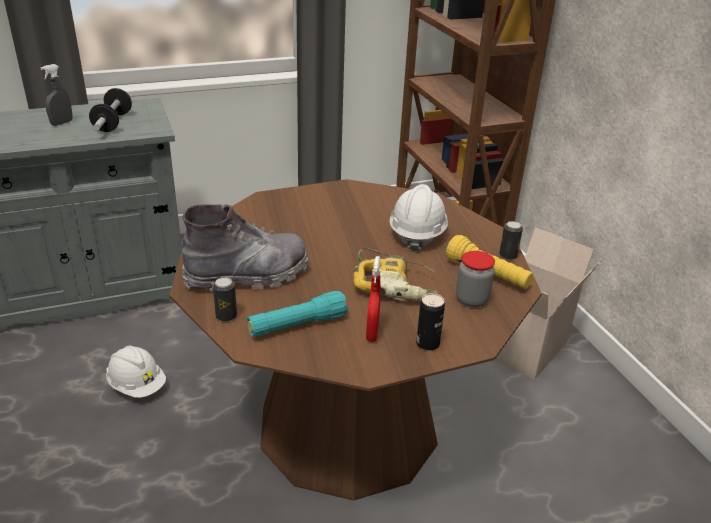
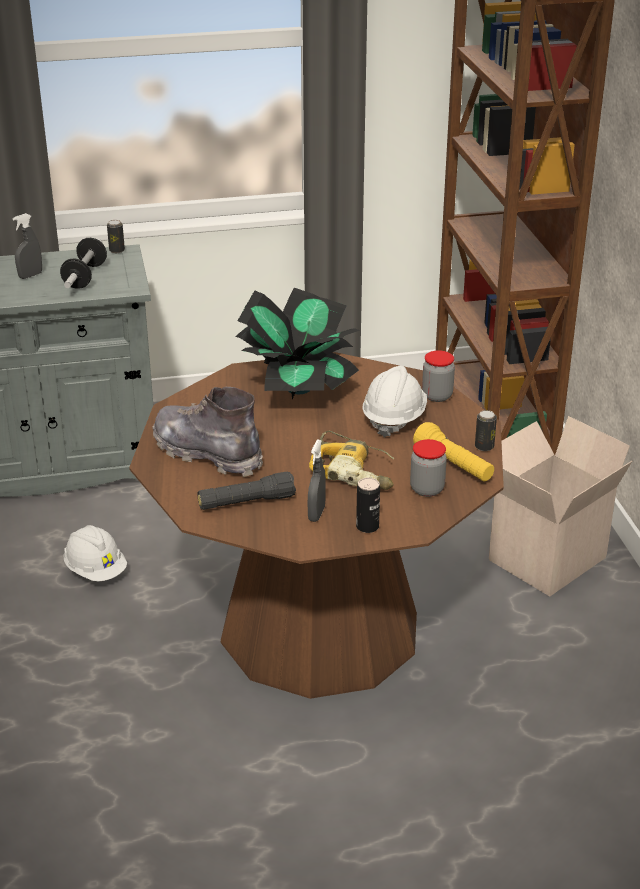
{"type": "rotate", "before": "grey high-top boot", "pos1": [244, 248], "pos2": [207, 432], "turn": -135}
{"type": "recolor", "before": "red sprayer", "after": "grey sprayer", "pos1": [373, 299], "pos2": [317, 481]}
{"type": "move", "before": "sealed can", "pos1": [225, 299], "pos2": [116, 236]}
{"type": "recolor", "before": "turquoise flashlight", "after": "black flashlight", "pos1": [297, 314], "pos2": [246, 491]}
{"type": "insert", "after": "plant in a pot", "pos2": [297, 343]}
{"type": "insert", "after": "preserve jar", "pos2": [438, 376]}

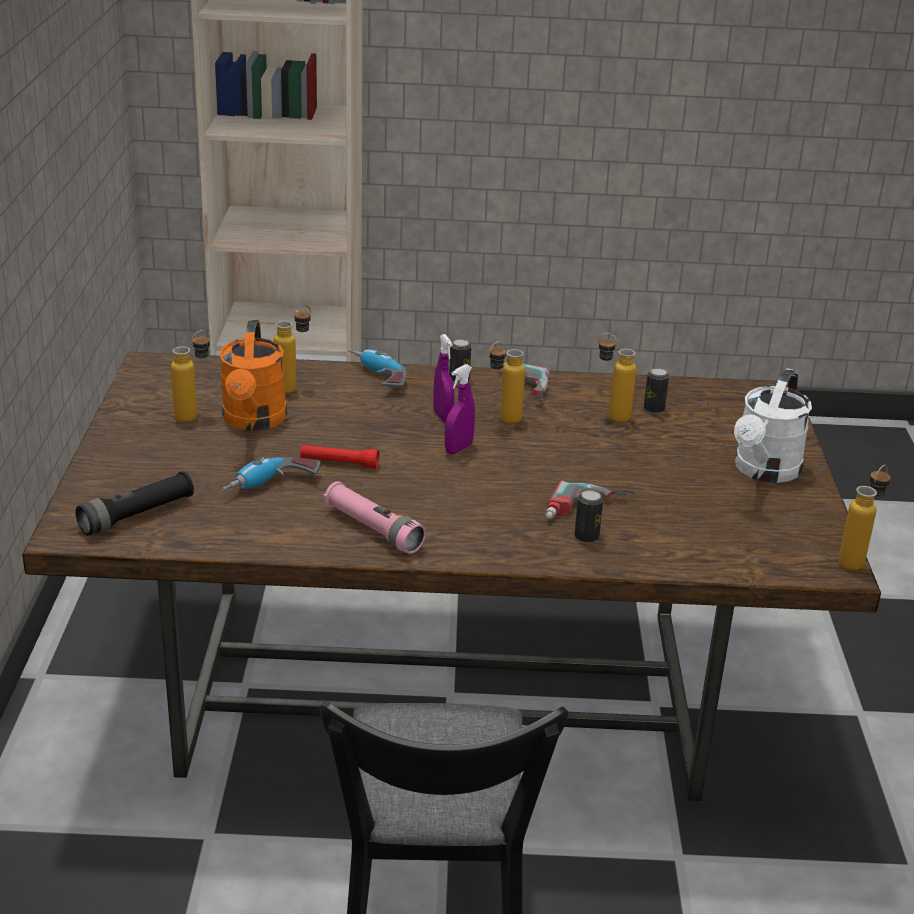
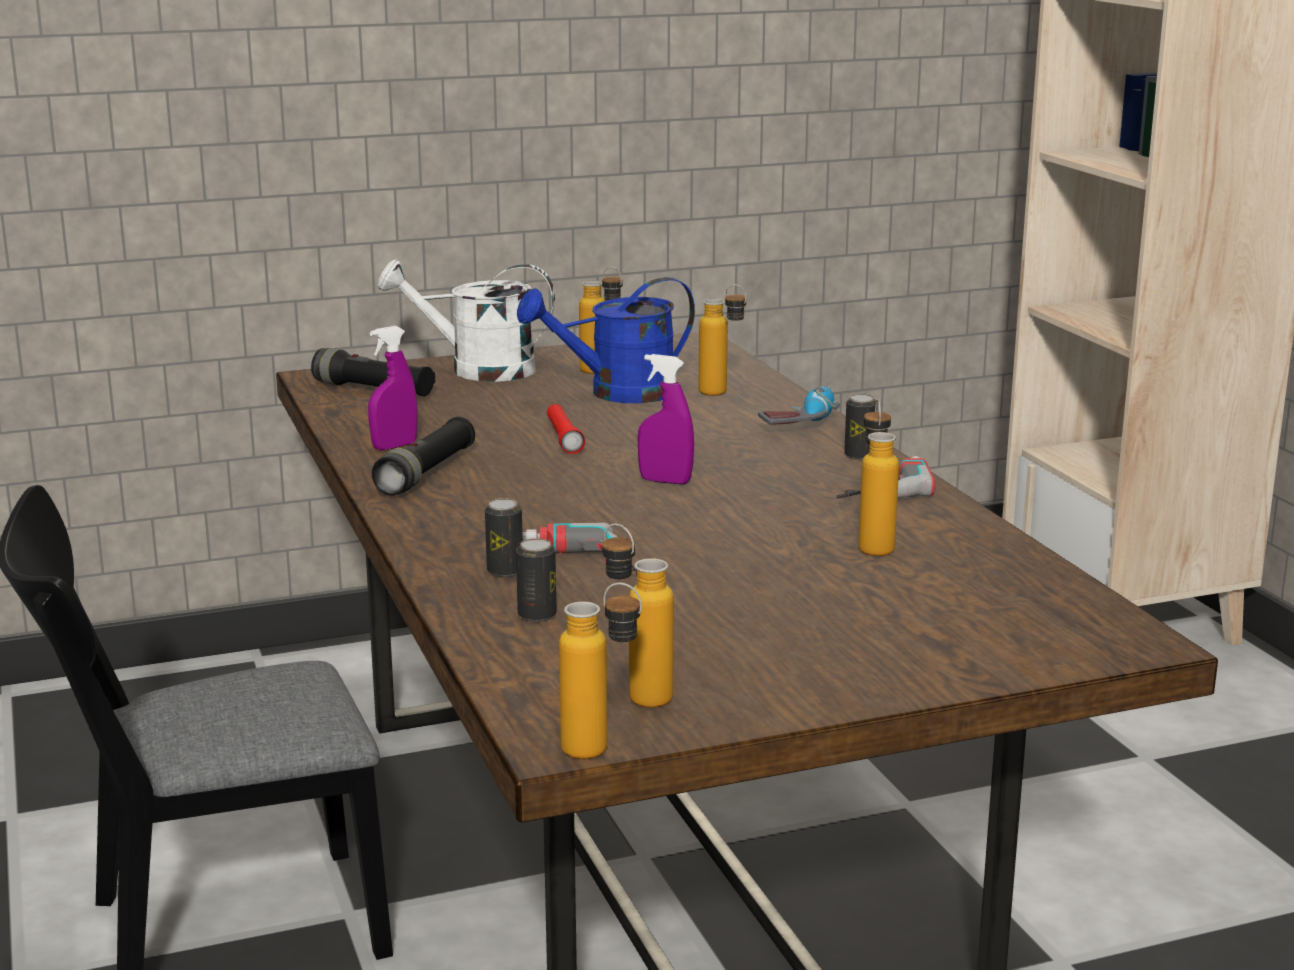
{"type": "recolor", "before": "orange-coloured sprinkling can", "after": "bluish sprinkling can", "pos1": [253, 375], "pos2": [606, 340]}
{"type": "move", "before": "purple-coloured sprayer", "pos1": [443, 378], "pos2": [392, 388]}
{"type": "move", "before": "bottle", "pos1": [507, 382], "pos2": [638, 616]}
{"type": "move", "before": "sealed can", "pos1": [656, 391], "pos2": [536, 580]}
{"type": "move", "before": "white-coloured sprinkling can", "pos1": [773, 425], "pos2": [466, 320]}
{"type": "delete", "before": "power drill", "pos1": [271, 474]}
{"type": "recolor", "before": "pinkish flashlight", "after": "black flashlight", "pos1": [374, 517], "pos2": [423, 456]}

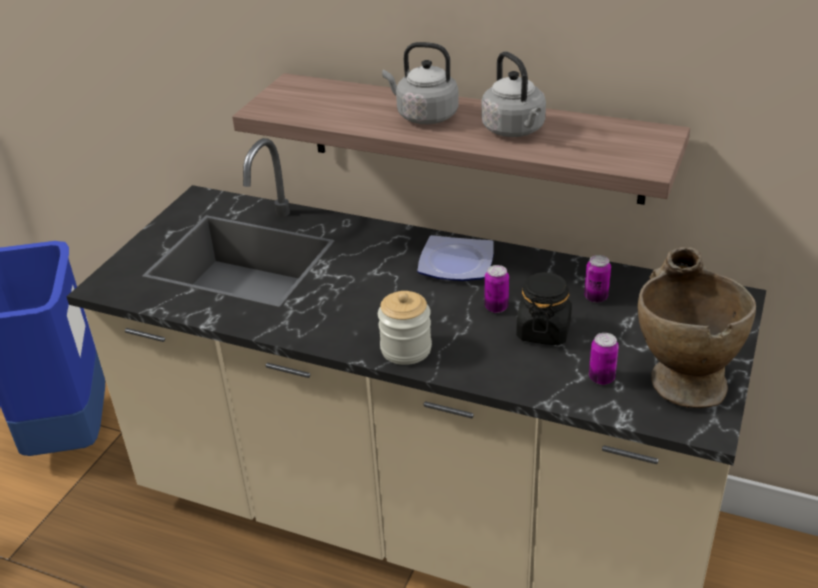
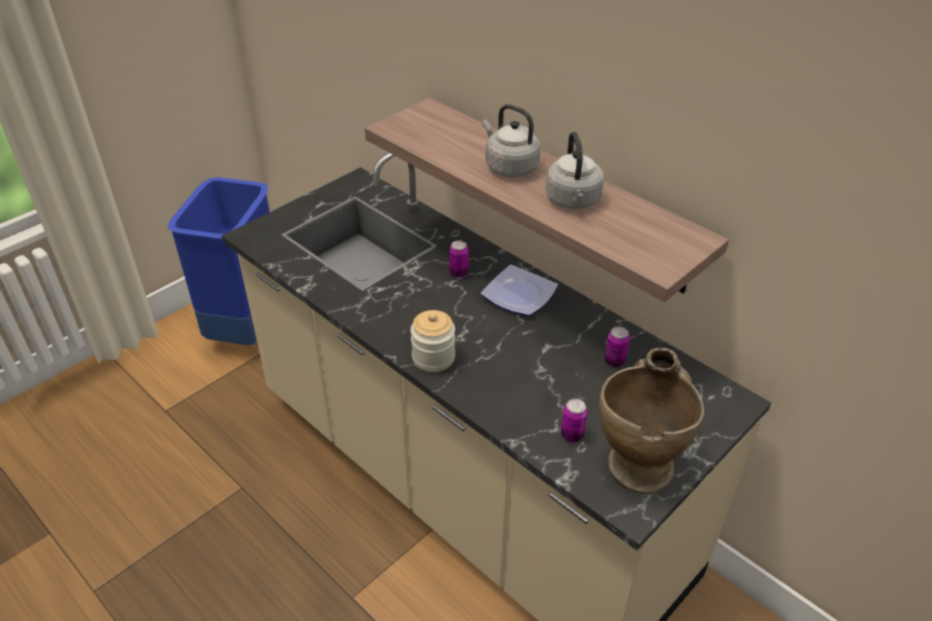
{"type": "move", "before": "sealed can", "pos1": [497, 289], "pos2": [459, 259]}
{"type": "delete", "before": "black preserve jar", "pos1": [544, 308]}

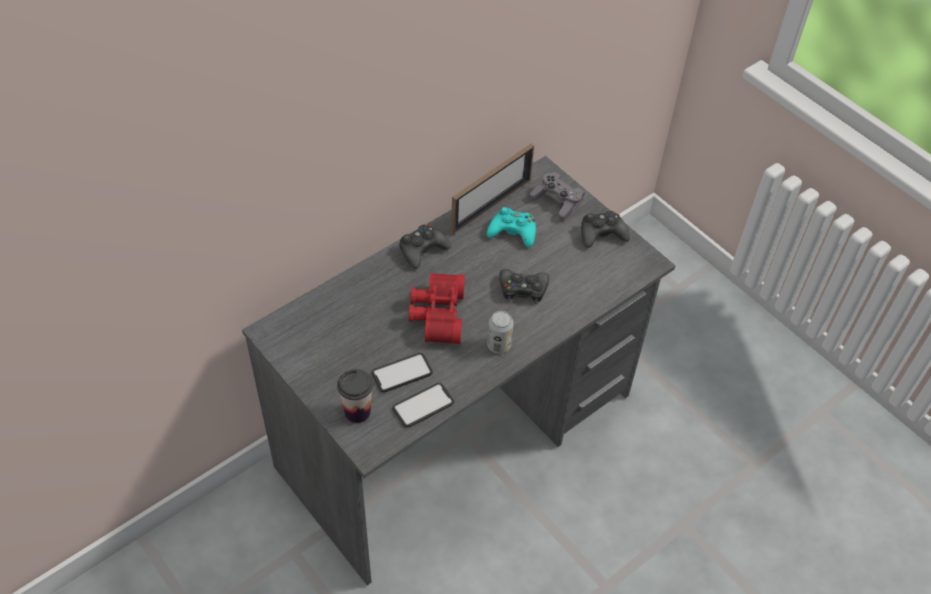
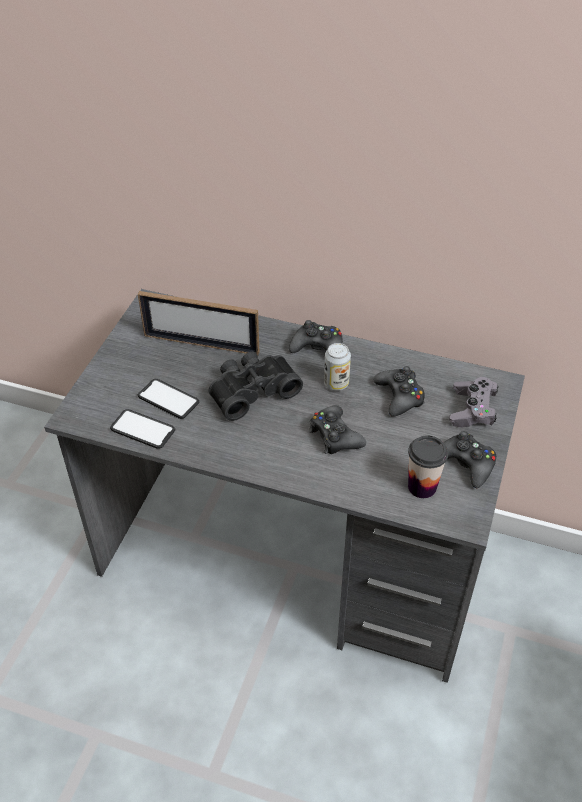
{"type": "move", "before": "standing frame", "pos1": [492, 189], "pos2": [198, 323]}
{"type": "recolor", "before": "turquoise gamepad", "after": "black gamepad", "pos1": [511, 227], "pos2": [399, 391]}
{"type": "recolor", "before": "red field glasses", "after": "black field glasses", "pos1": [437, 308], "pos2": [255, 386]}
{"type": "move", "before": "sealed can", "pos1": [500, 332], "pos2": [337, 367]}
{"type": "move", "before": "small cup", "pos1": [355, 396], "pos2": [428, 466]}

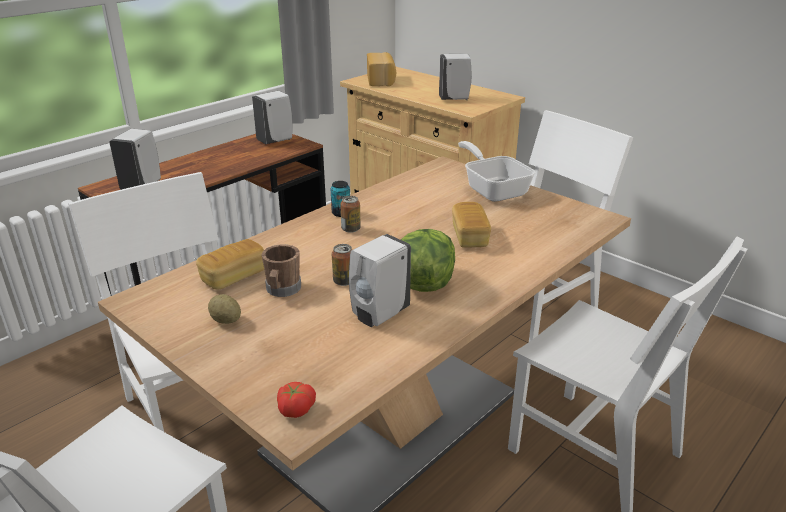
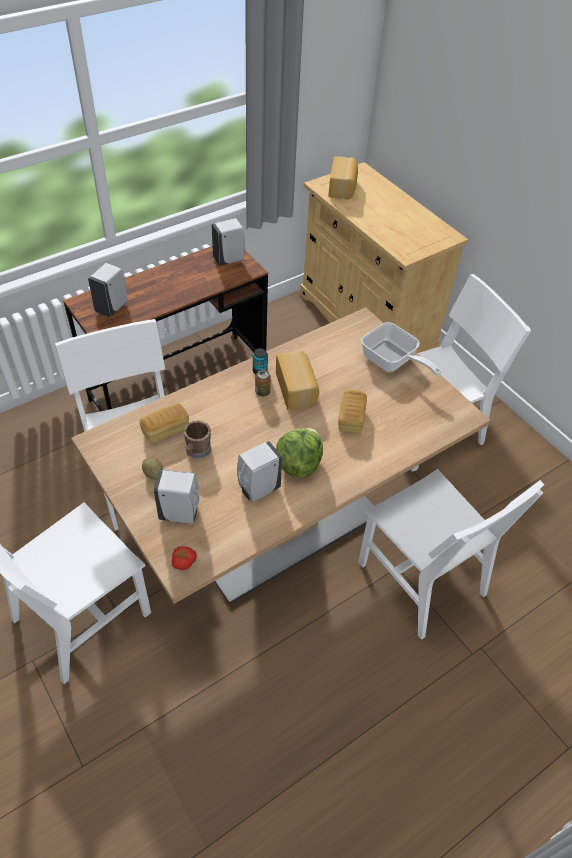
{"type": "move", "before": "white-coloured soap dispenser", "pos1": [455, 76], "pos2": [176, 497]}
{"type": "rotate", "before": "skillet", "pos1": [497, 171], "pos2": [401, 349], "turn": 150}
{"type": "delete", "before": "sealed can", "pos1": [342, 265]}
{"type": "insert", "after": "baked bread", "pos2": [297, 380]}

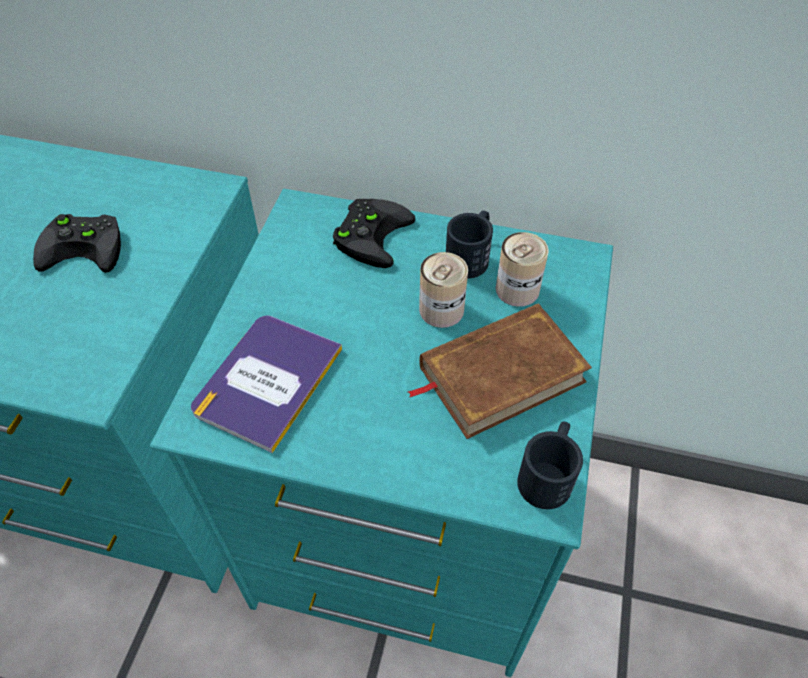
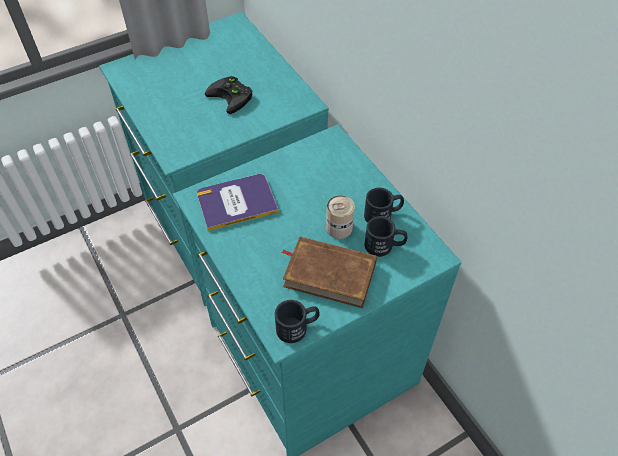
{"type": "delete", "before": "black gamepad", "pos1": [374, 233]}
{"type": "replace", "before": "sealed can", "after": "black coffee mug", "pos1": [522, 269], "pos2": [386, 236]}

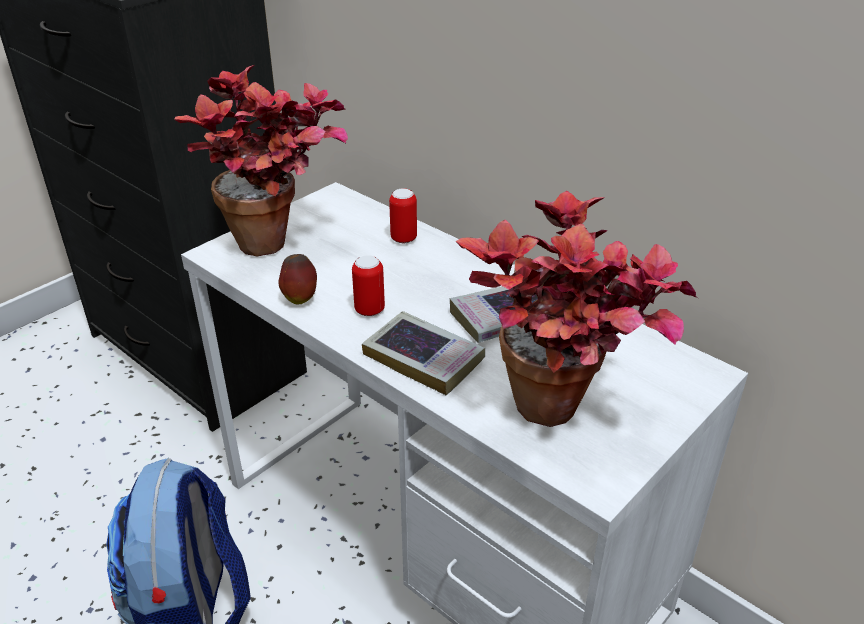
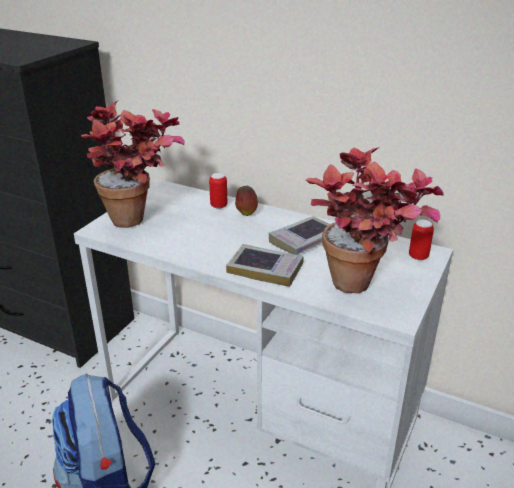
{"type": "move", "before": "apple", "pos1": [298, 279], "pos2": [246, 201]}
{"type": "move", "before": "sealed can", "pos1": [368, 286], "pos2": [421, 239]}

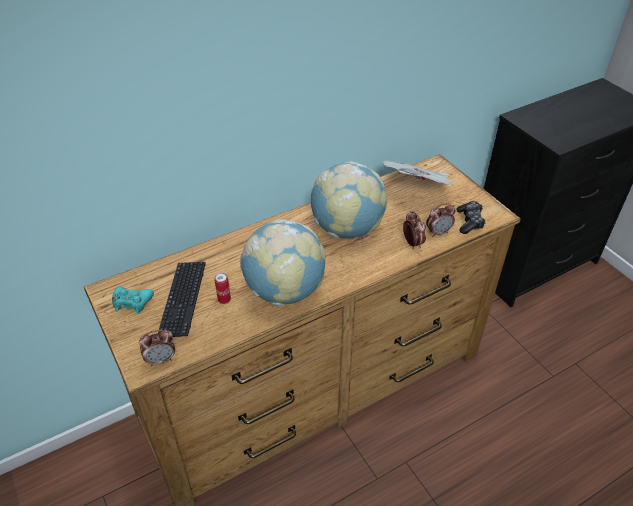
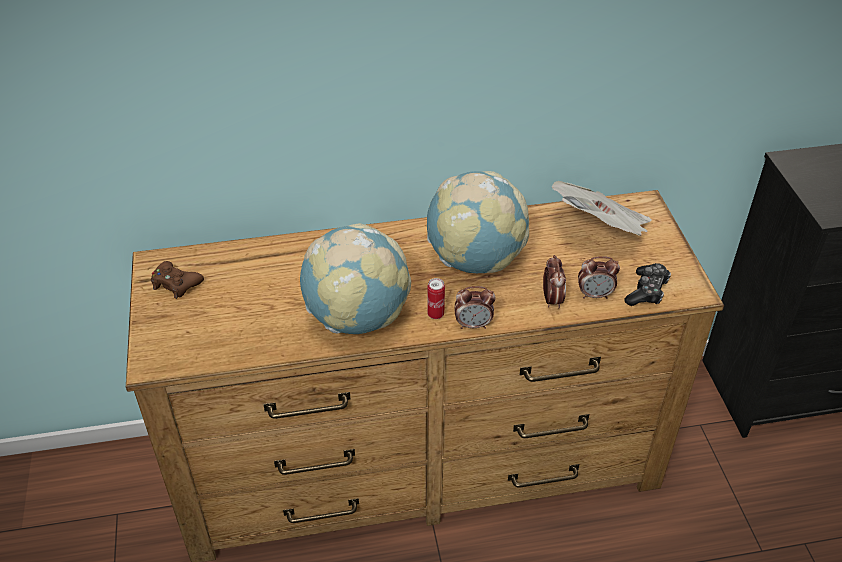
{"type": "delete", "before": "computer keyboard", "pos1": [182, 299]}
{"type": "move", "before": "sealed can", "pos1": [222, 288], "pos2": [436, 298]}
{"type": "recolor", "before": "turquoise gamepad", "after": "brown-coloured gamepad", "pos1": [133, 300], "pos2": [177, 280]}
{"type": "move", "before": "bedside clock", "pos1": [157, 348], "pos2": [475, 307]}

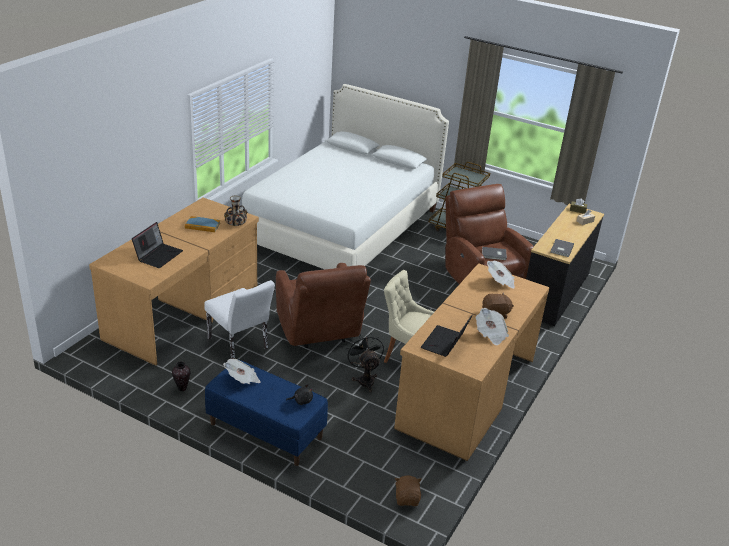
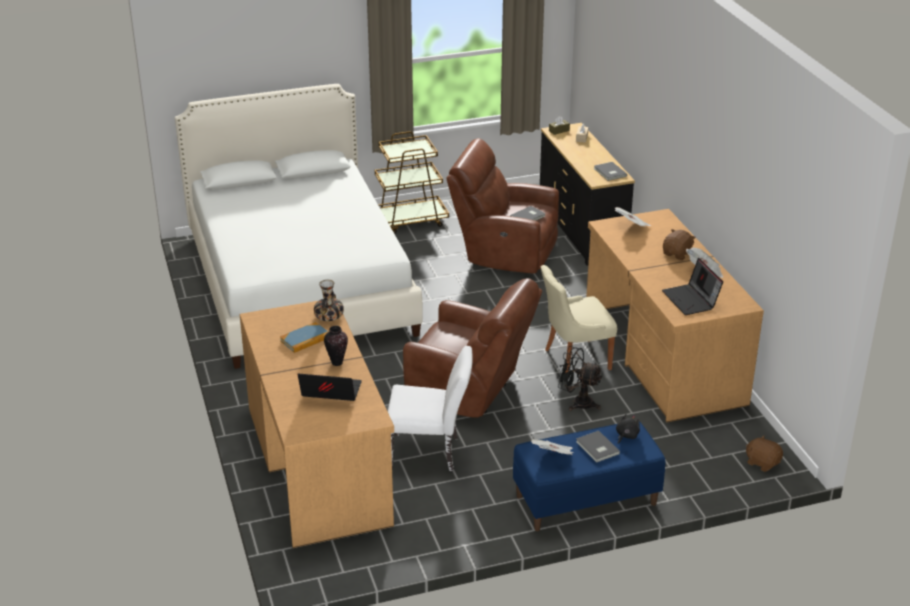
{"type": "rotate", "before": "portable computer", "pos1": [157, 245], "pos2": [329, 387], "turn": -60}
{"type": "move", "before": "vase", "pos1": [181, 376], "pos2": [336, 346]}
{"type": "insert", "after": "grey book", "pos2": [598, 447]}

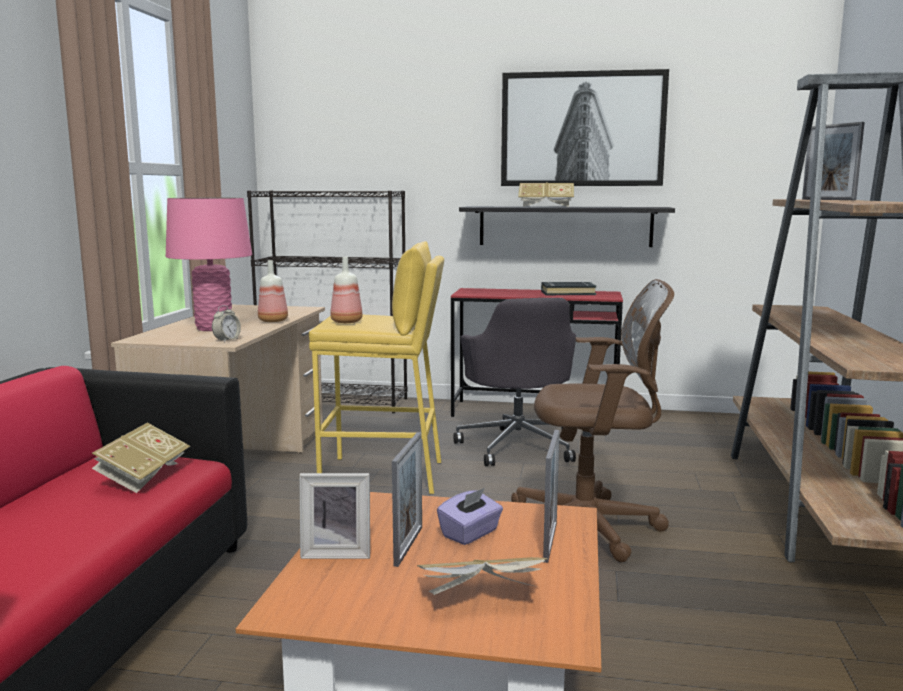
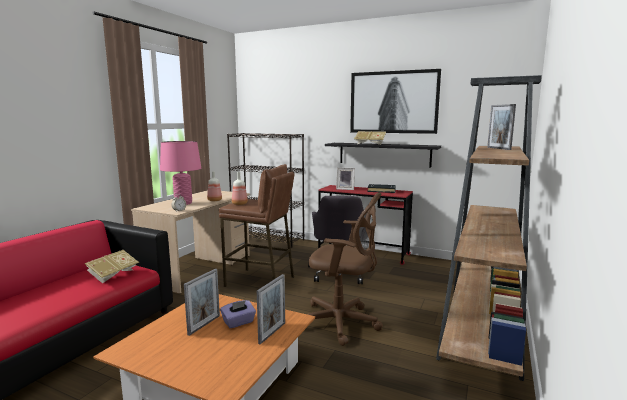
{"type": "recolor", "before": "yellowish stool seat", "after": "brown-coloured stool seat", "pos1": [376, 367], "pos2": [257, 225]}
{"type": "move", "before": "standing frame", "pos1": [334, 516], "pos2": [345, 178]}
{"type": "delete", "before": "book", "pos1": [482, 576]}

